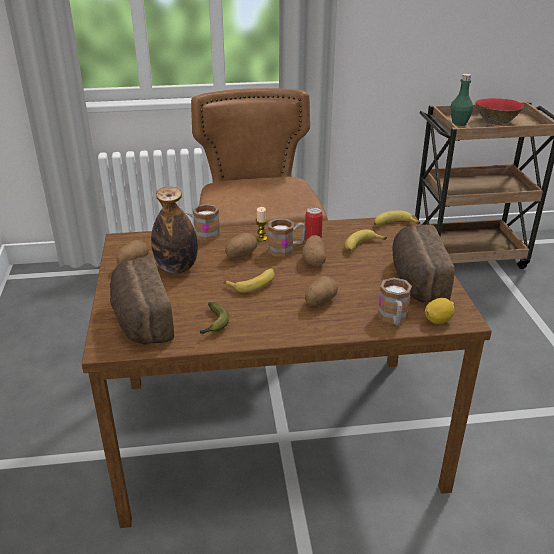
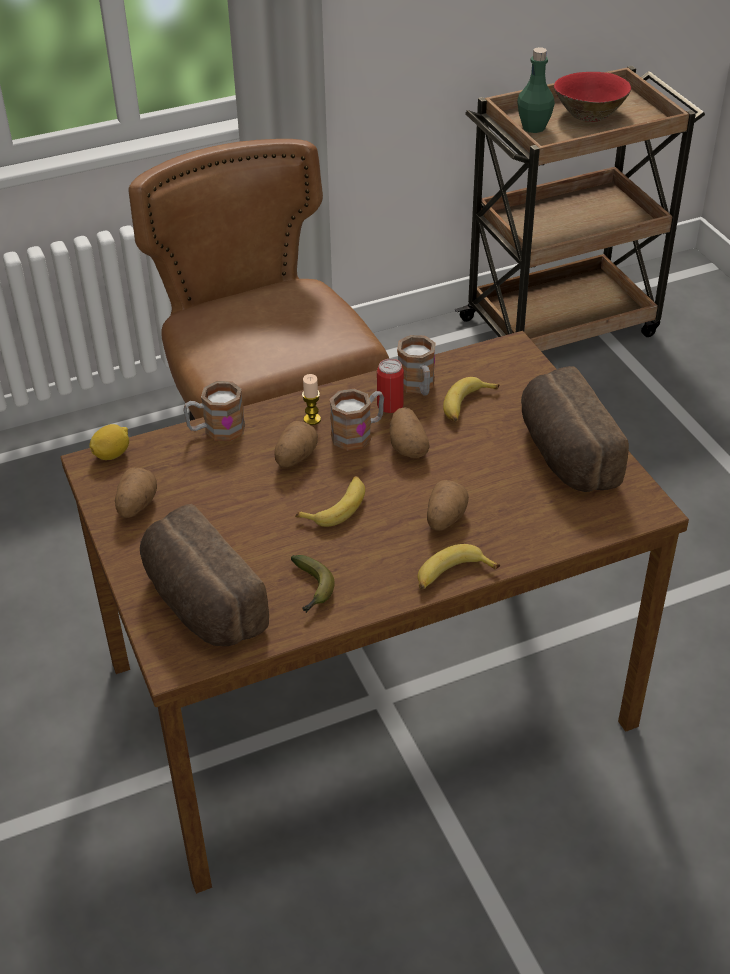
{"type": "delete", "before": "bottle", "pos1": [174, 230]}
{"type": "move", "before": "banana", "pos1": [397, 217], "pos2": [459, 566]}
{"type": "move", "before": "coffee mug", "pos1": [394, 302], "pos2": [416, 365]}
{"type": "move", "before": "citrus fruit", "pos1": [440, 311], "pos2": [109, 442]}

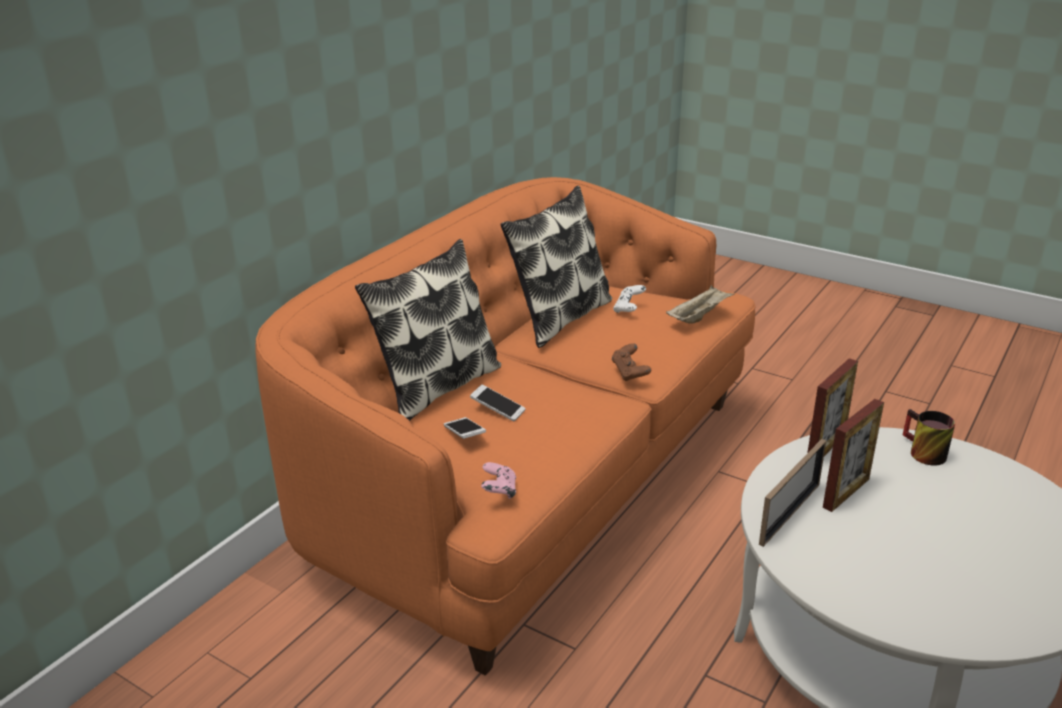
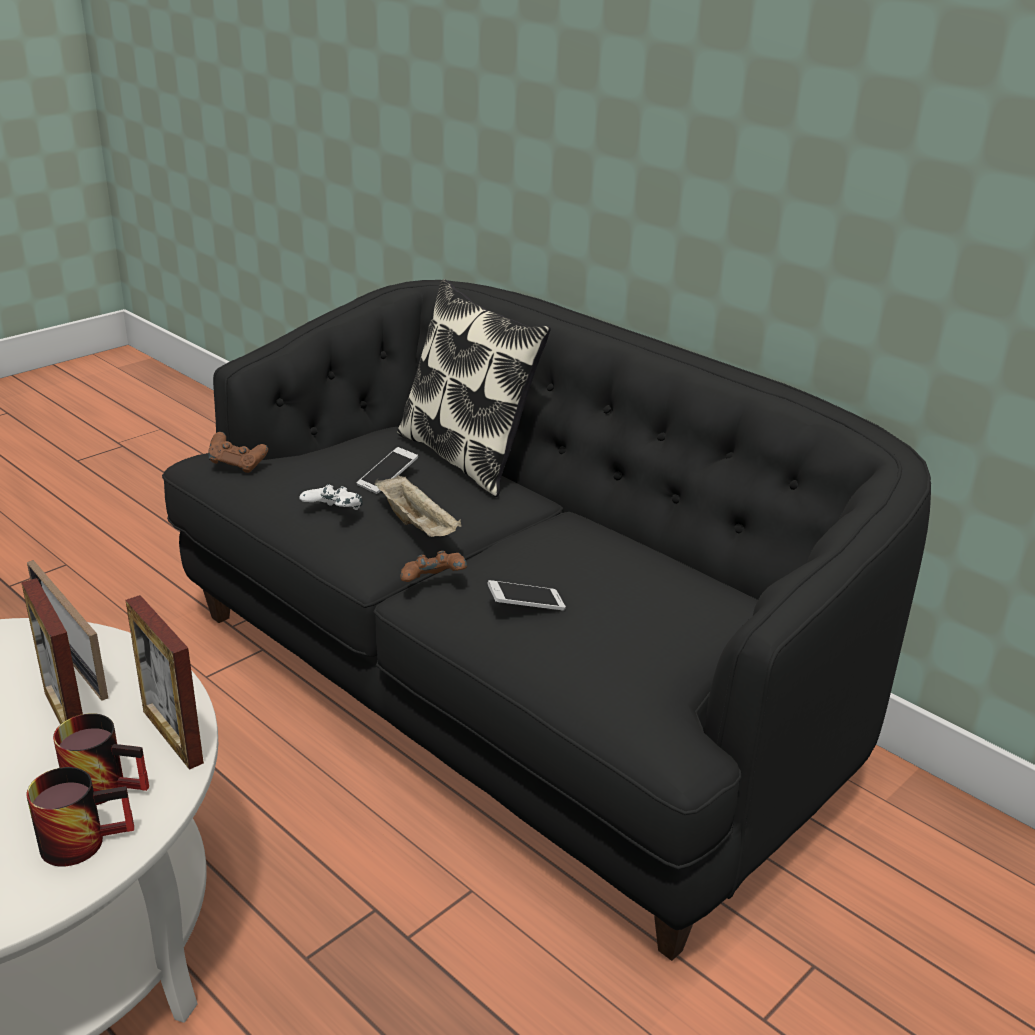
{"type": "recolor", "before": "orange-coloured sofa", "after": "black sofa", "pos1": [505, 426], "pos2": [546, 620]}
{"type": "delete", "before": "cushion", "pos1": [556, 267]}
{"type": "move", "before": "white-coloured gamepad", "pos1": [629, 299], "pos2": [331, 497]}
{"type": "move", "before": "sand-coloured tray", "pos1": [700, 304], "pos2": [418, 506]}
{"type": "move", "before": "handset", "pos1": [465, 428], "pos2": [526, 595]}
{"type": "recolor", "before": "pinkish gamepad", "after": "brown-coloured gamepad", "pos1": [498, 480], "pos2": [238, 452]}
{"type": "insert", "after": "coffee mug", "pos2": [101, 759]}

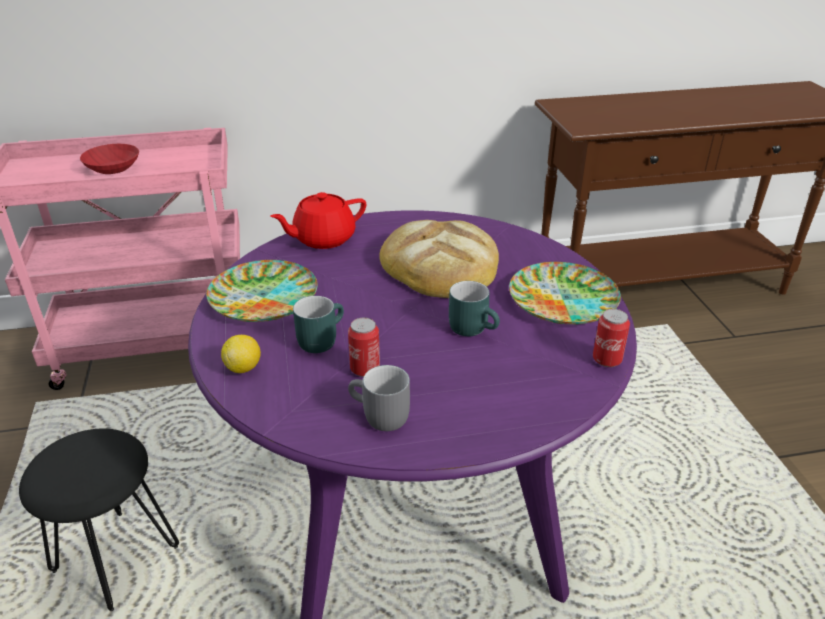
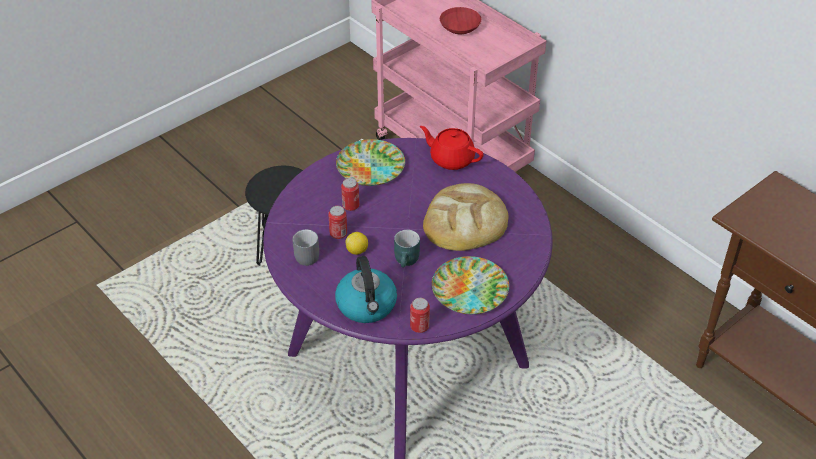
{"type": "replace", "before": "turquoise coffee mug", "after": "sealed can", "pos1": [318, 324], "pos2": [350, 194]}
{"type": "move", "before": "citrus fruit", "pos1": [241, 354], "pos2": [357, 243]}
{"type": "insert", "after": "kettle", "pos2": [366, 289]}

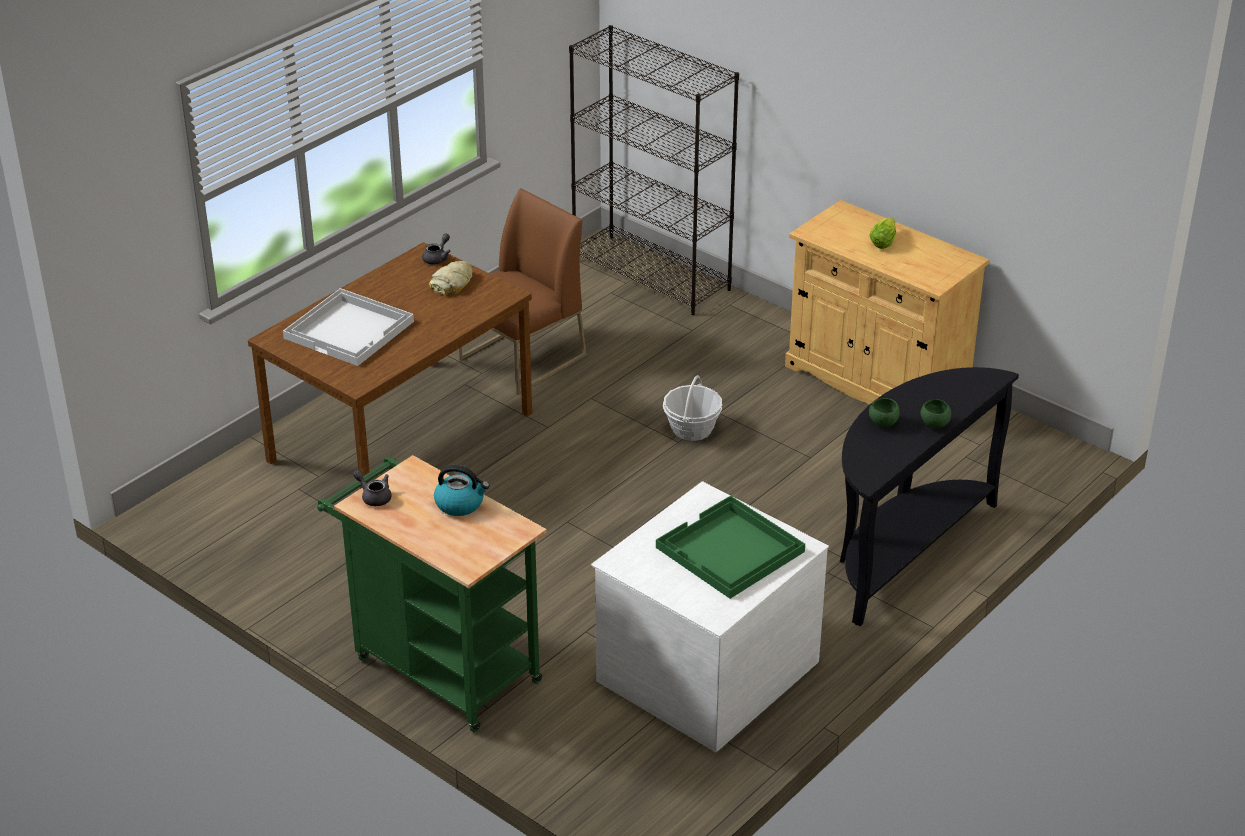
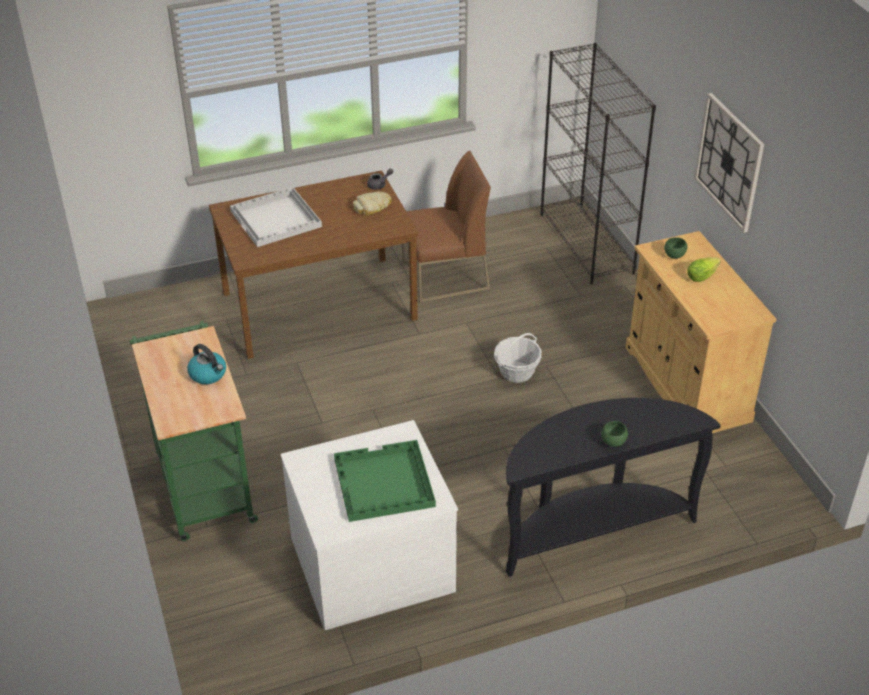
{"type": "move", "before": "greenish bowl", "pos1": [884, 412], "pos2": [676, 248]}
{"type": "delete", "before": "grey teapot", "pos1": [372, 488]}
{"type": "insert", "after": "wall clock", "pos2": [729, 163]}

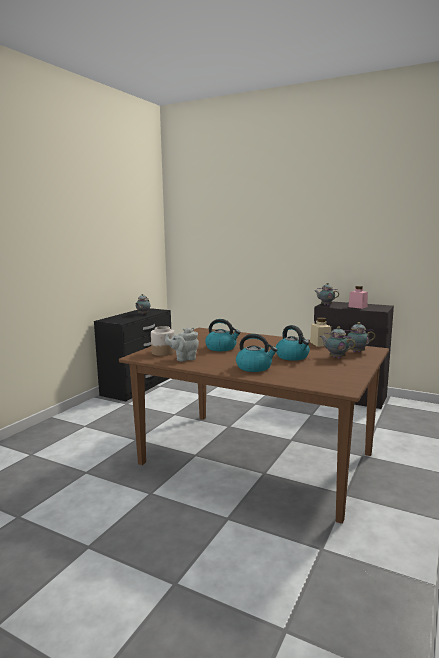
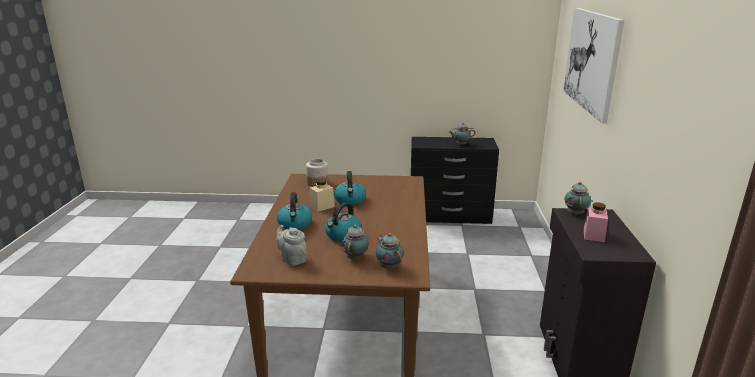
{"type": "move", "before": "sand-coloured preserve jar", "pos1": [320, 332], "pos2": [322, 195]}
{"type": "move", "before": "grey teapot", "pos1": [182, 344], "pos2": [291, 245]}
{"type": "insert", "after": "picture", "pos2": [593, 66]}

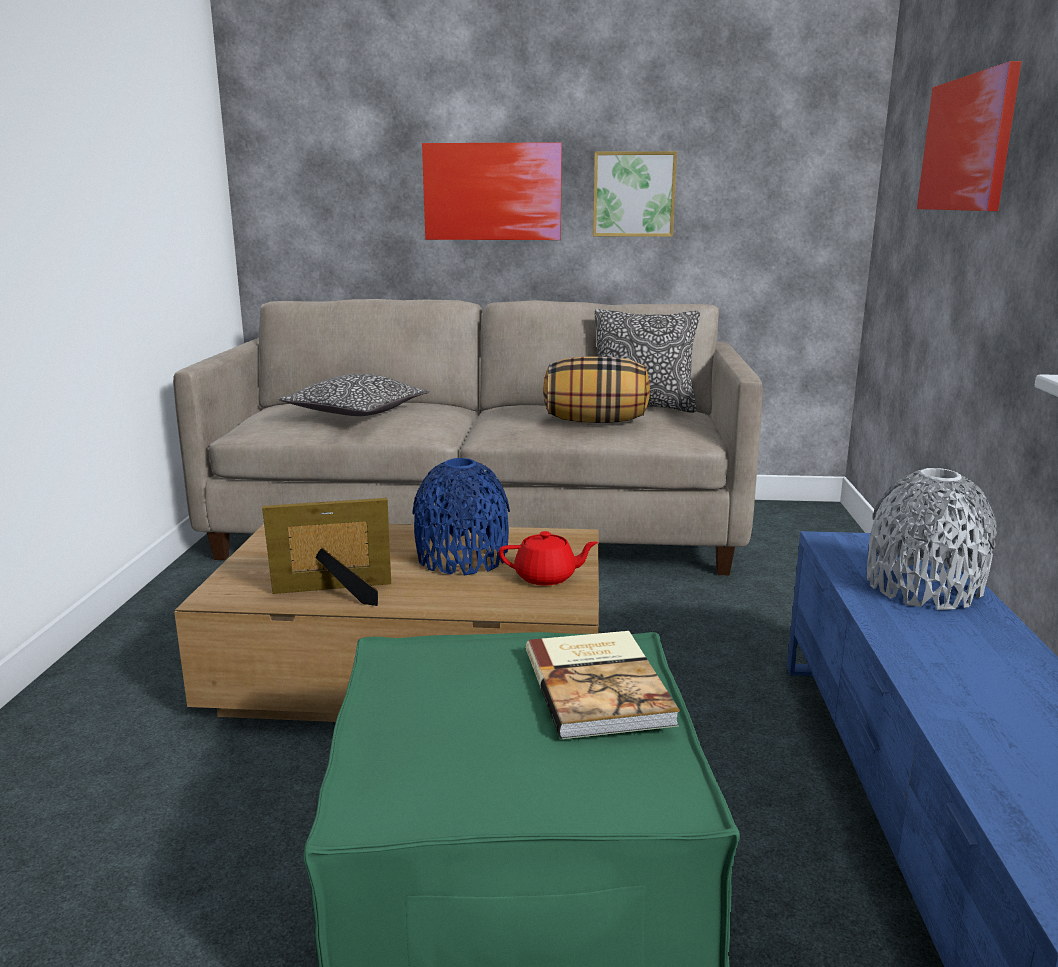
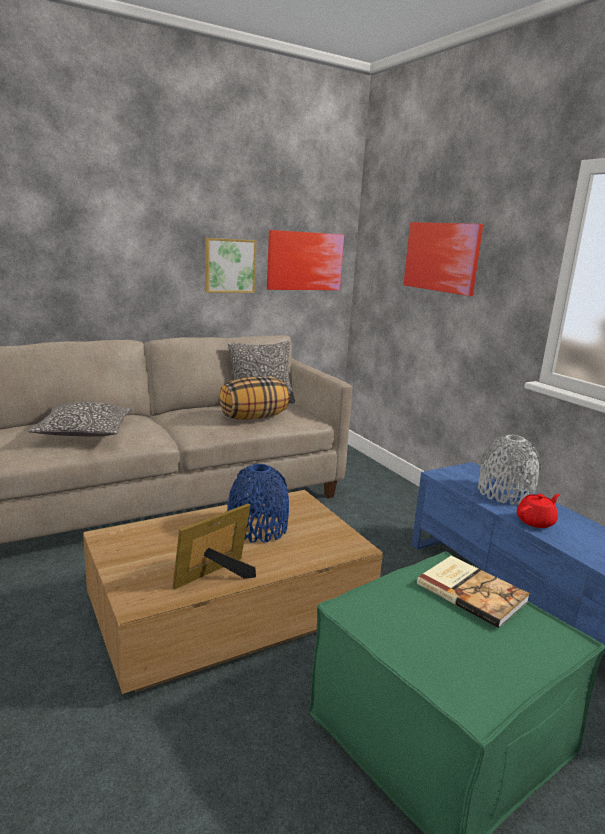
{"type": "move", "before": "picture", "pos1": [492, 191], "pos2": [305, 260]}
{"type": "move", "before": "red teapot", "pos1": [548, 558], "pos2": [538, 511]}

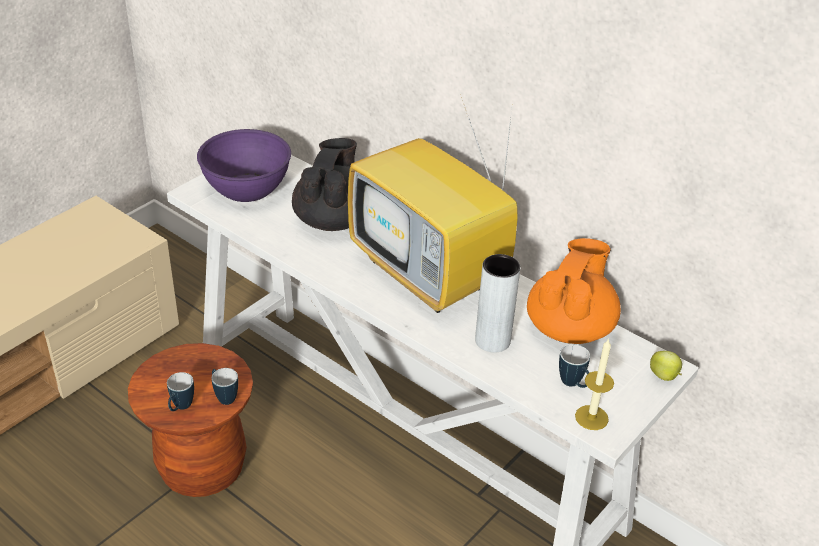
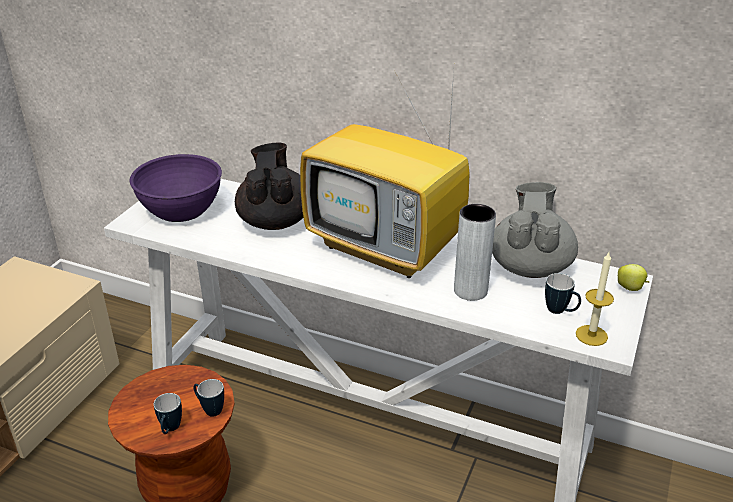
{"type": "recolor", "before": "orange-coloured teapot", "after": "grey teapot", "pos1": [574, 291], "pos2": [535, 230]}

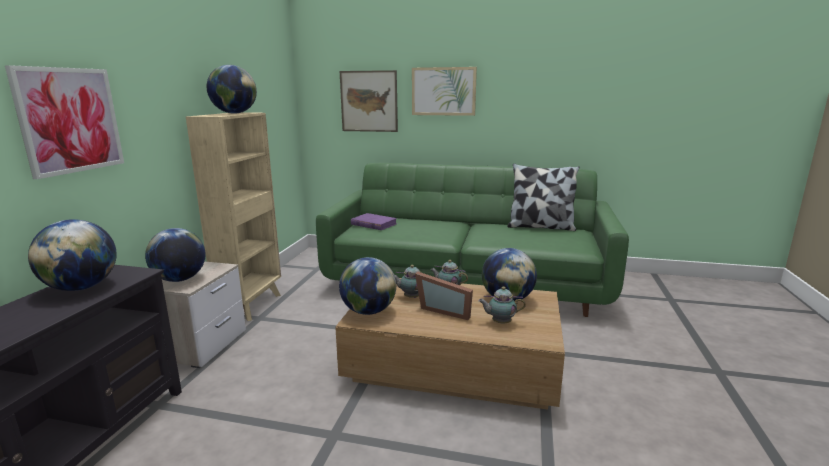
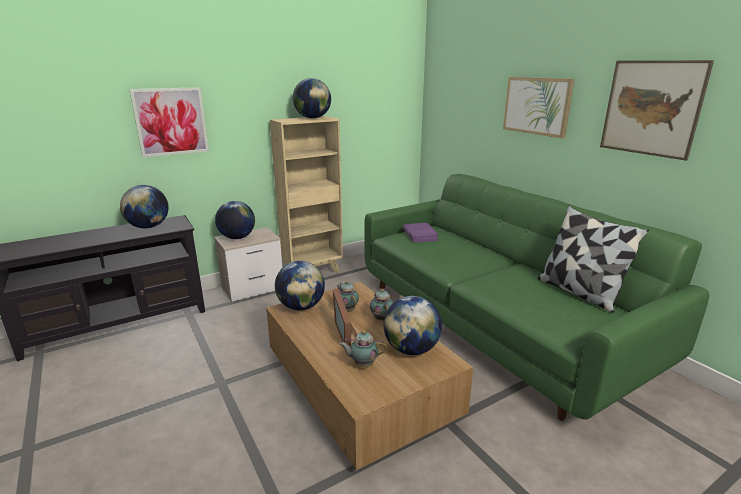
{"type": "move", "before": "picture", "pos1": [369, 101], "pos2": [657, 110]}
{"type": "rotate", "before": "teapot", "pos1": [502, 305], "pos2": [363, 348], "turn": -45}

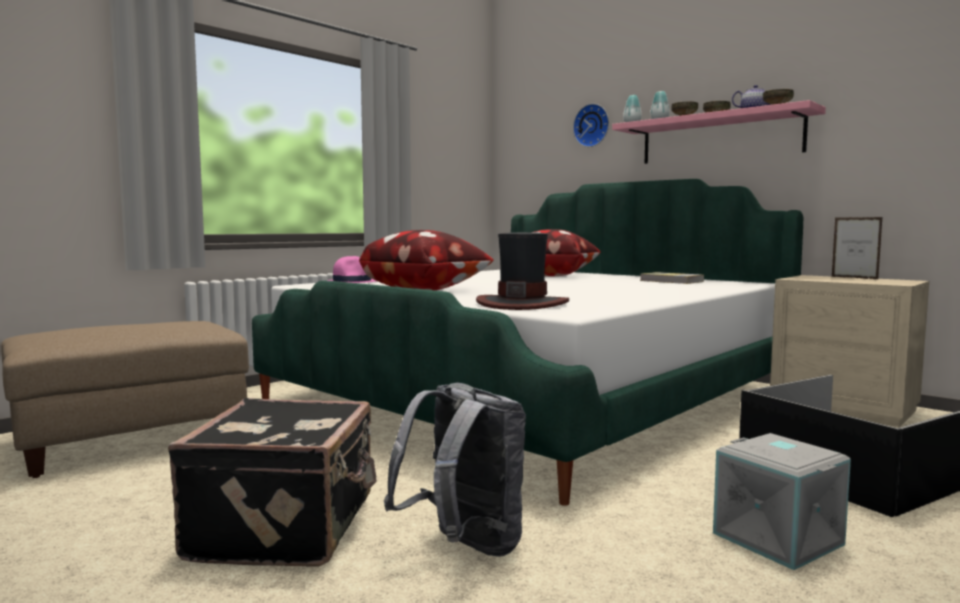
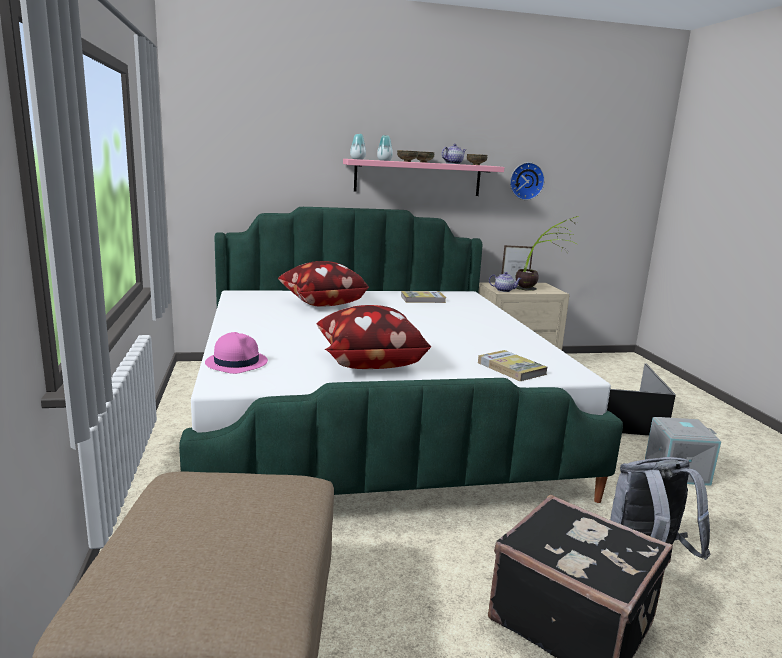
{"type": "move", "before": "wall clock", "pos1": [591, 125], "pos2": [527, 181]}
{"type": "replace", "before": "wearable hat", "after": "book", "pos1": [522, 271], "pos2": [513, 365]}
{"type": "insert", "after": "plant in a pot", "pos2": [547, 253]}
{"type": "insert", "after": "teapot", "pos2": [505, 282]}

